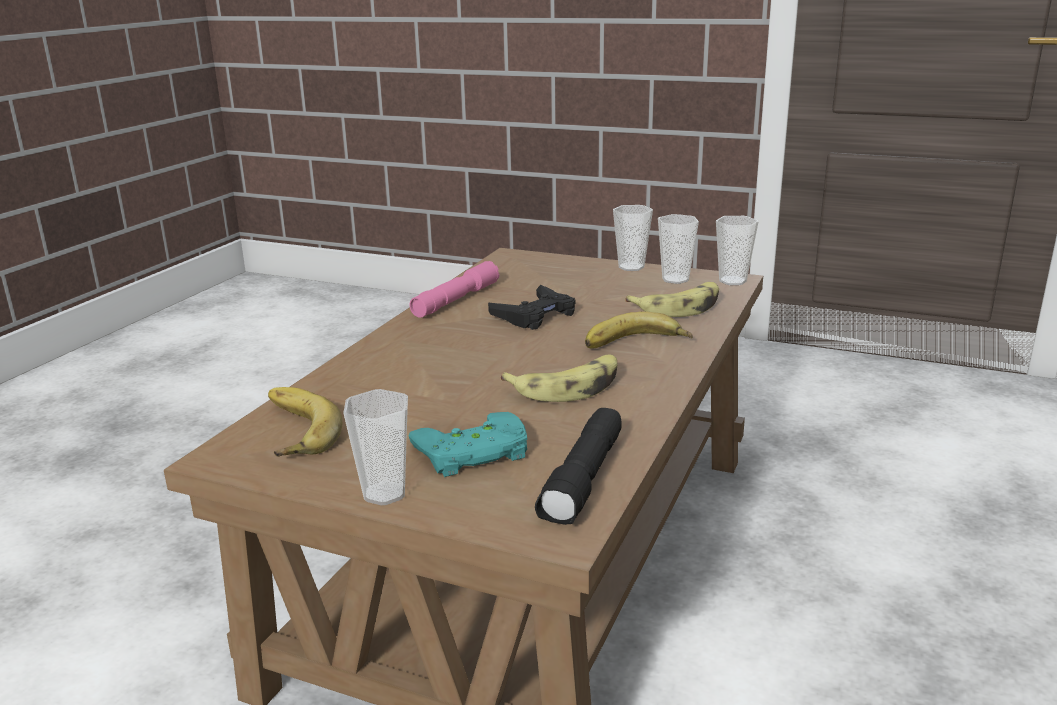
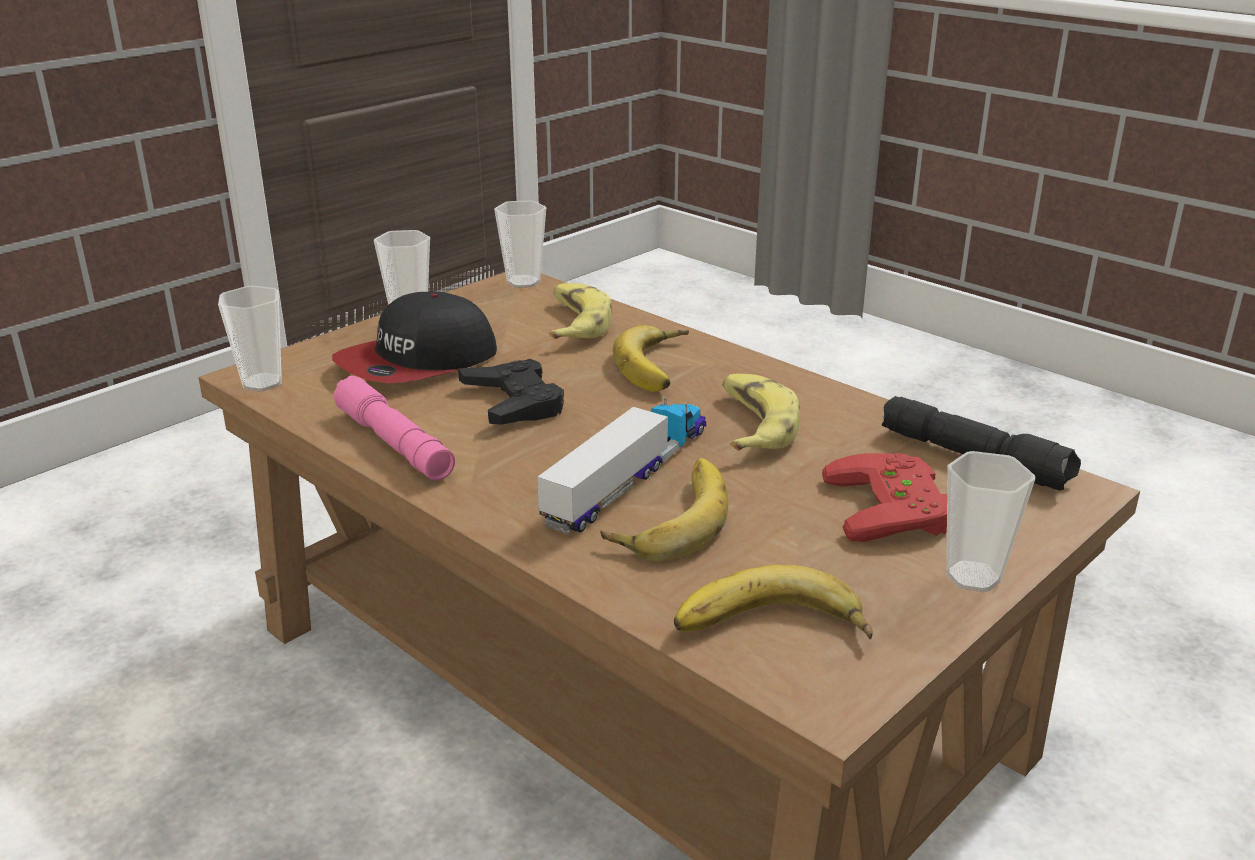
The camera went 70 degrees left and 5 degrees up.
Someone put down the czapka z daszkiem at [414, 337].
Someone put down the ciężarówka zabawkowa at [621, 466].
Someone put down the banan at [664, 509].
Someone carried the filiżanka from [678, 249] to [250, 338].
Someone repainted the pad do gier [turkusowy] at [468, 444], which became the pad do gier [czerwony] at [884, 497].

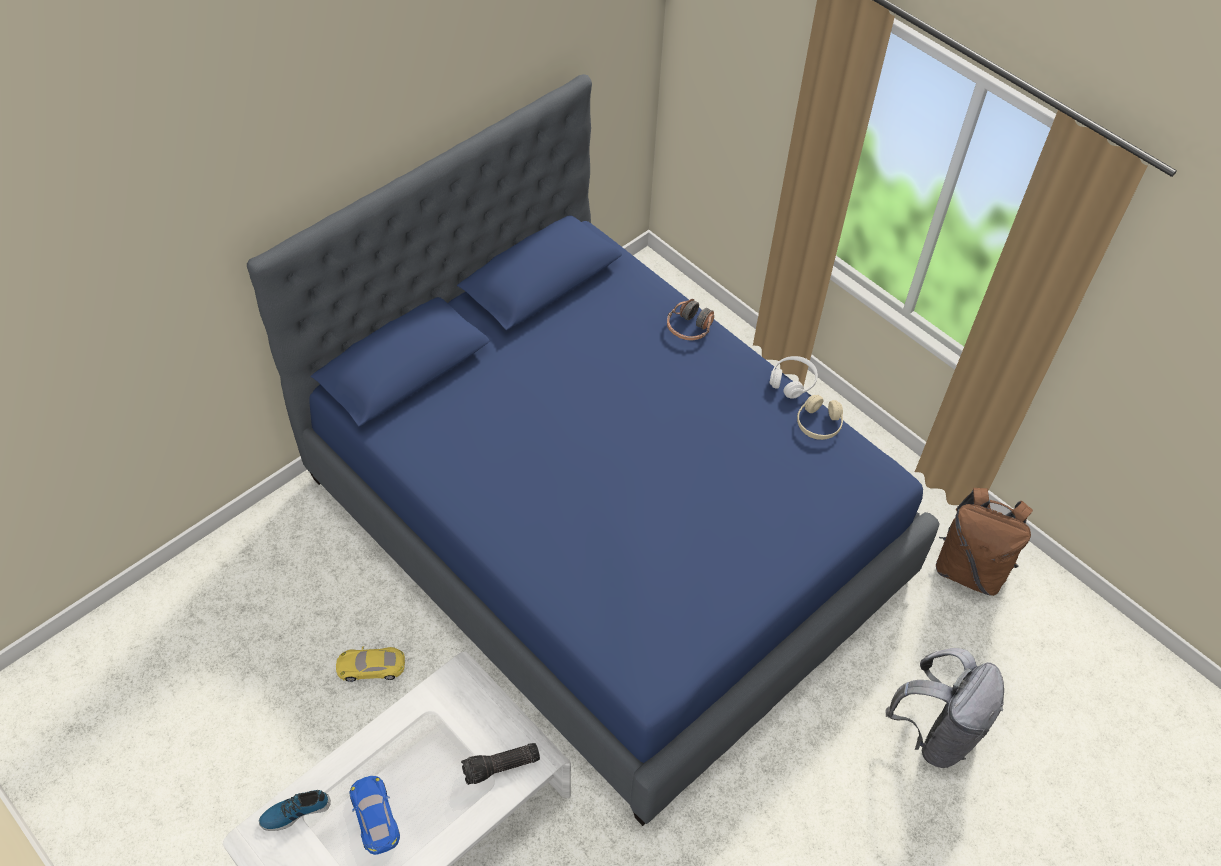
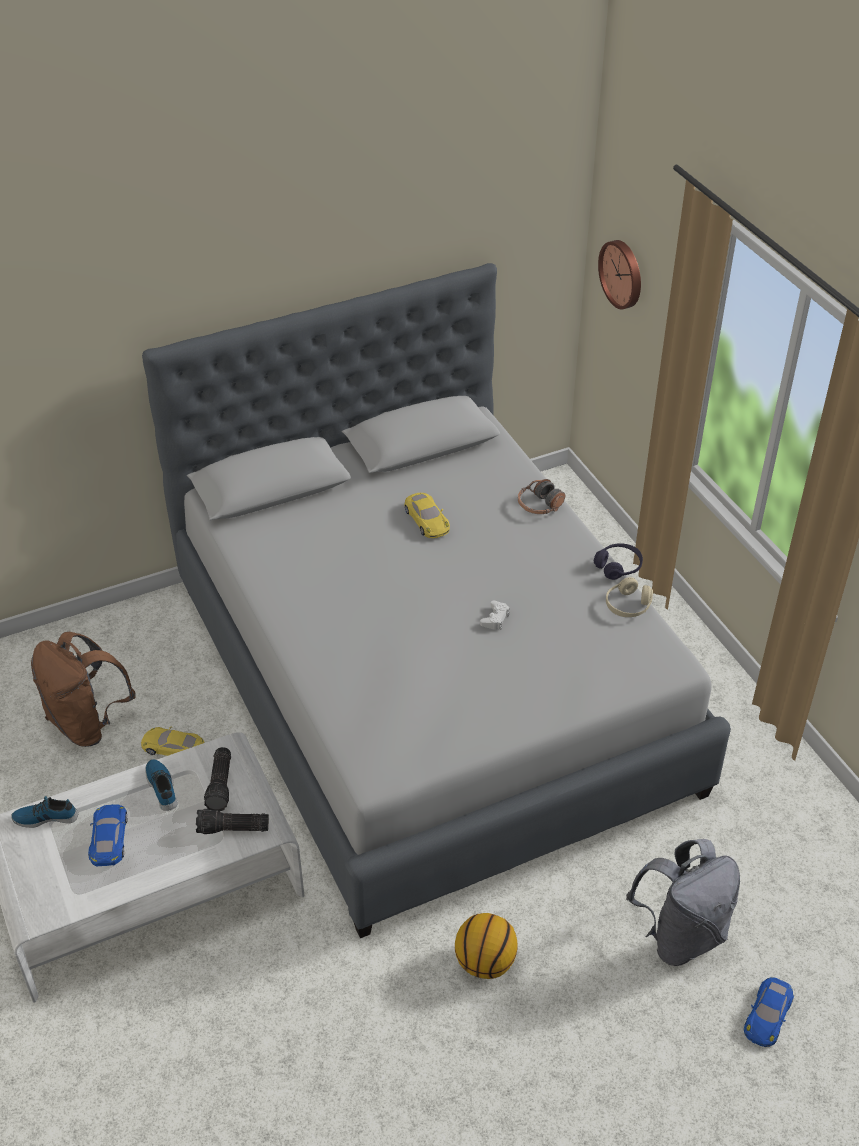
The camera went 20 degrees right and 10 degrees down.
Someone put down the but at [161, 785].
Someone put down the latarka at [217, 779].
Someone put down the samochodzik [żółty] at [427, 515].
Someone put down the piłka do koszykówki at [486, 946].
Someone put down the pad do gier [biały] at [495, 615].
Someone put up the zegar ścienny at [619, 274].
Someone put down the samochodzik [niebieski] at [768, 1012].
Someone carried the plecak [brązowy] from [984, 542] to [83, 689].
Someone repainted the łóżko [niebieski] at [593, 450], which became the łóżko [szary] at [436, 600].
Someone repainted the słuchawki [biały] at [794, 377], which became the słuchawki [fioletowy] at [618, 561].

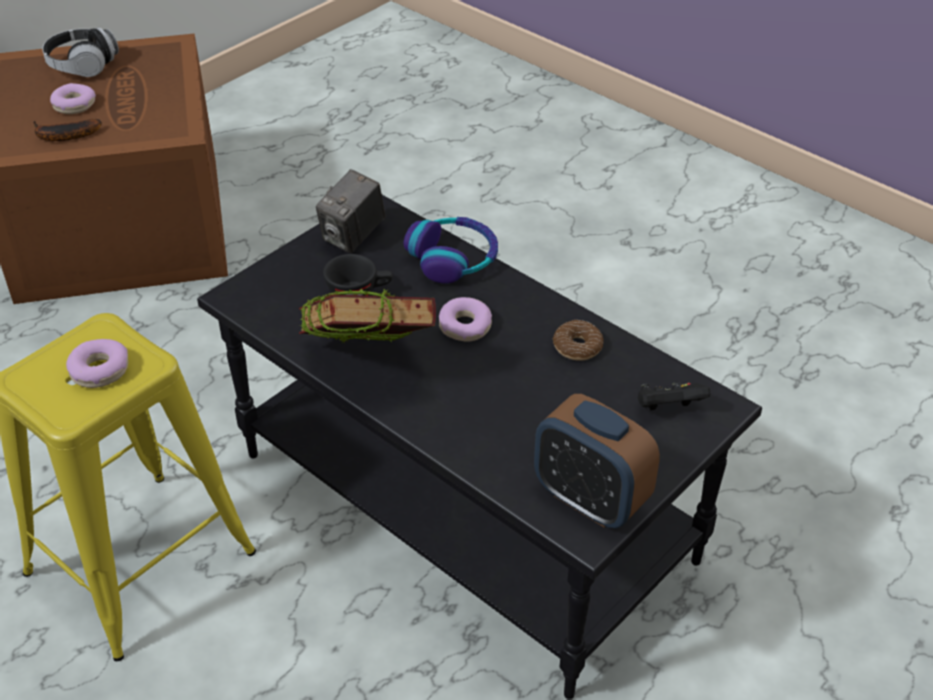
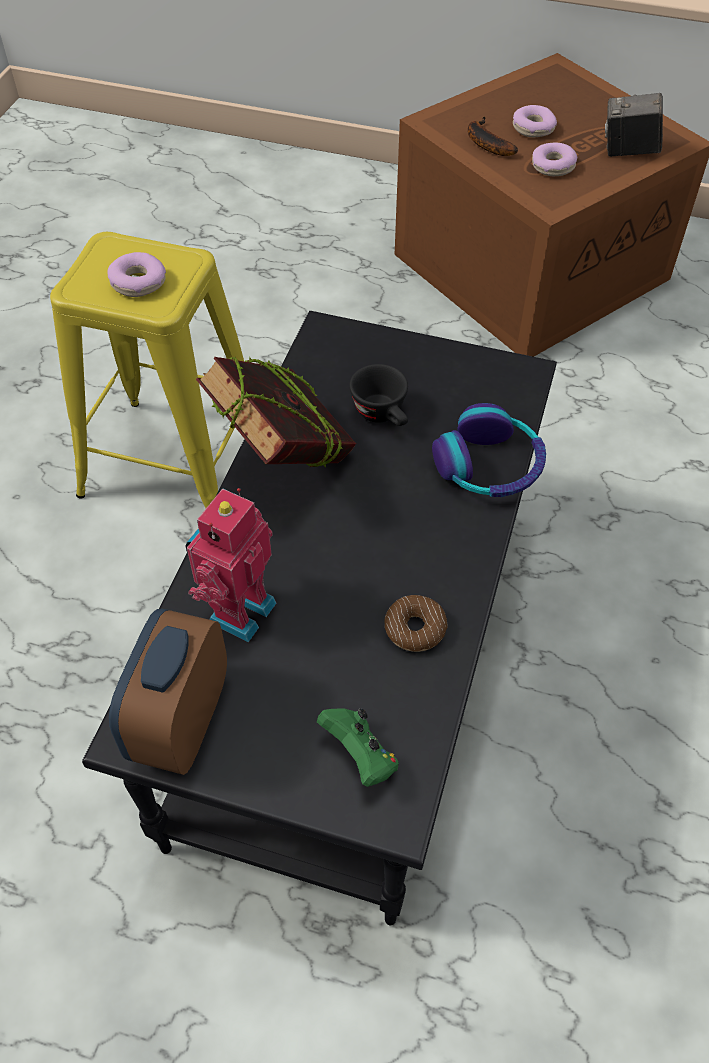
The camera went 65 degrees right and 10 degrees up.
Someone took away the słuchawki at [80, 52].
Someone put down the robot zabawkowy at [230, 565].
Someone carried the aparat fotograficzny from [350, 211] to [634, 125].
Someone carried the donut from [465, 319] to [554, 159].
Someone repainted the pad do gier [czarny] at [674, 396], which became the pad do gier [zielony] at [358, 747].

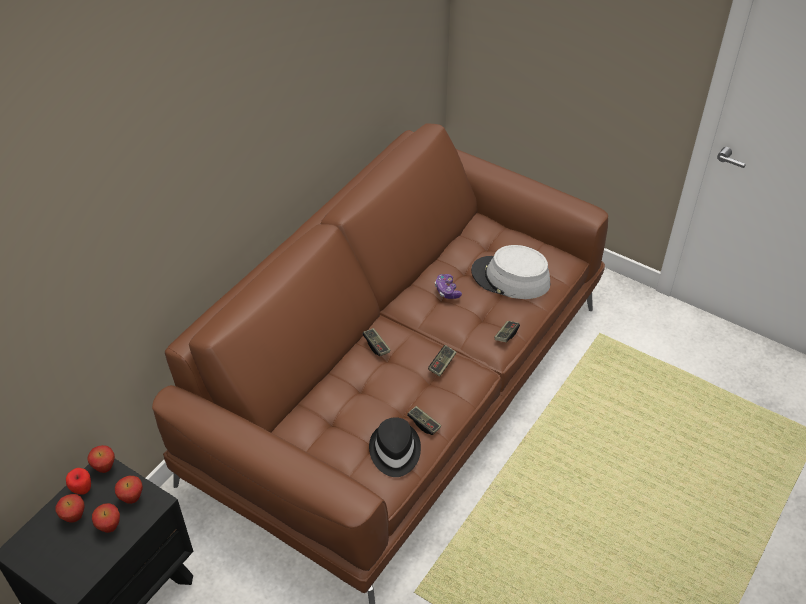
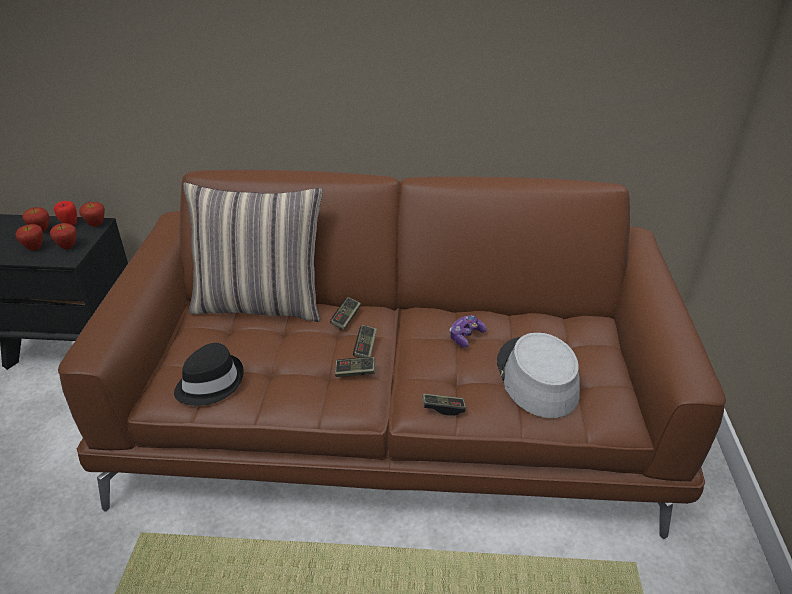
The camera went 60 degrees right and 10 degrees down.
Someone put down the poduszka at [253, 252].
Someone carried the pad do gier from [424, 420] to [365, 341].

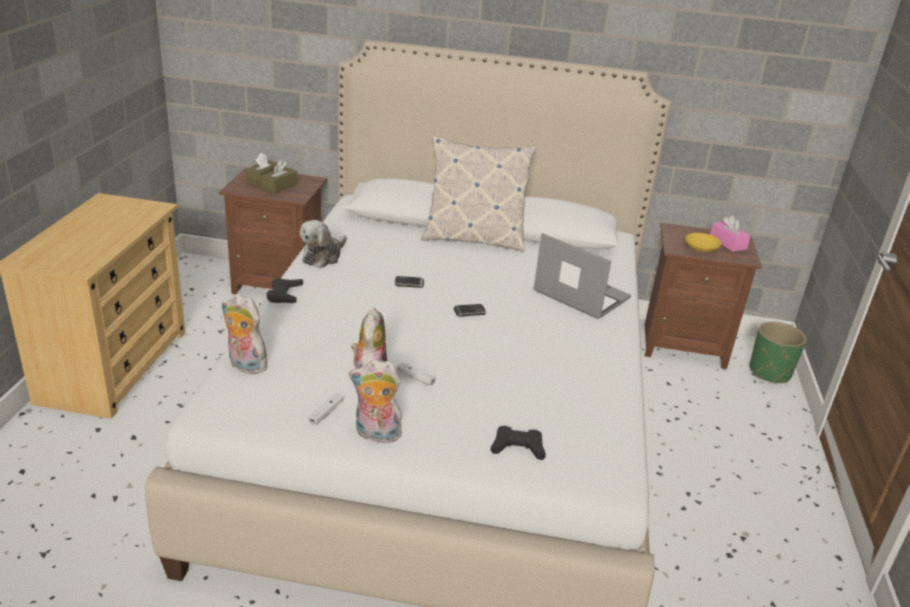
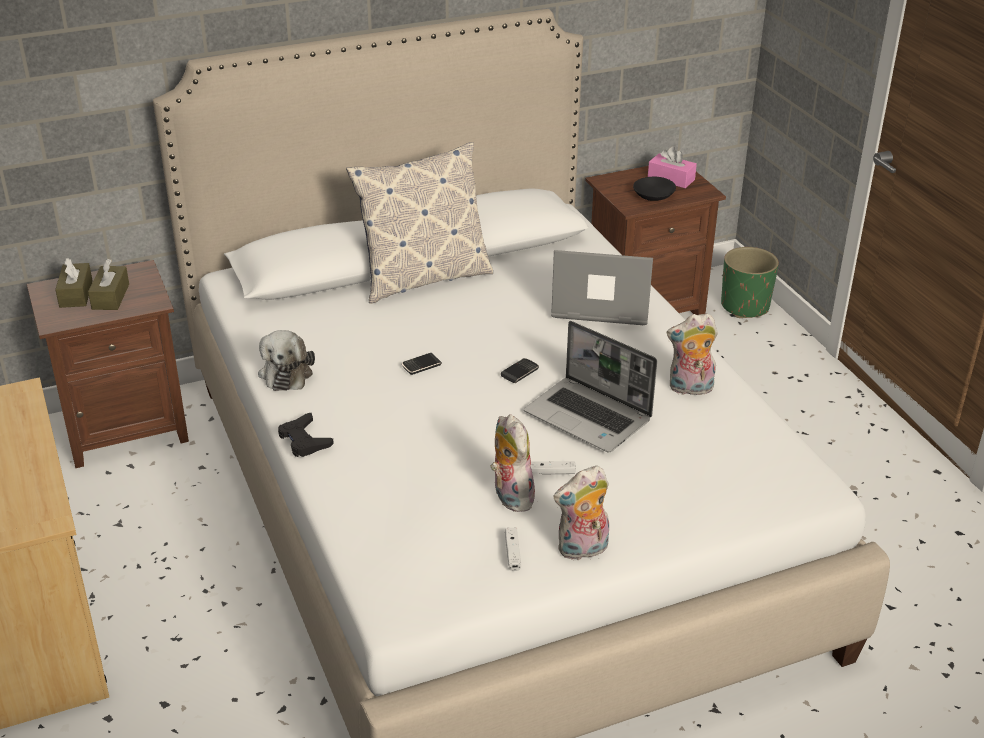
The camera went 30 degrees left and 5 degrees up.
Someone took away the pad do gier [czarny] at [518, 443].
Someone put down the laptop at [590, 386].
Someone carried the pluszak from [247, 334] to [692, 354].
Someone repainted the miska [żółty] at [703, 242], which became the miska [czarny] at [654, 189].

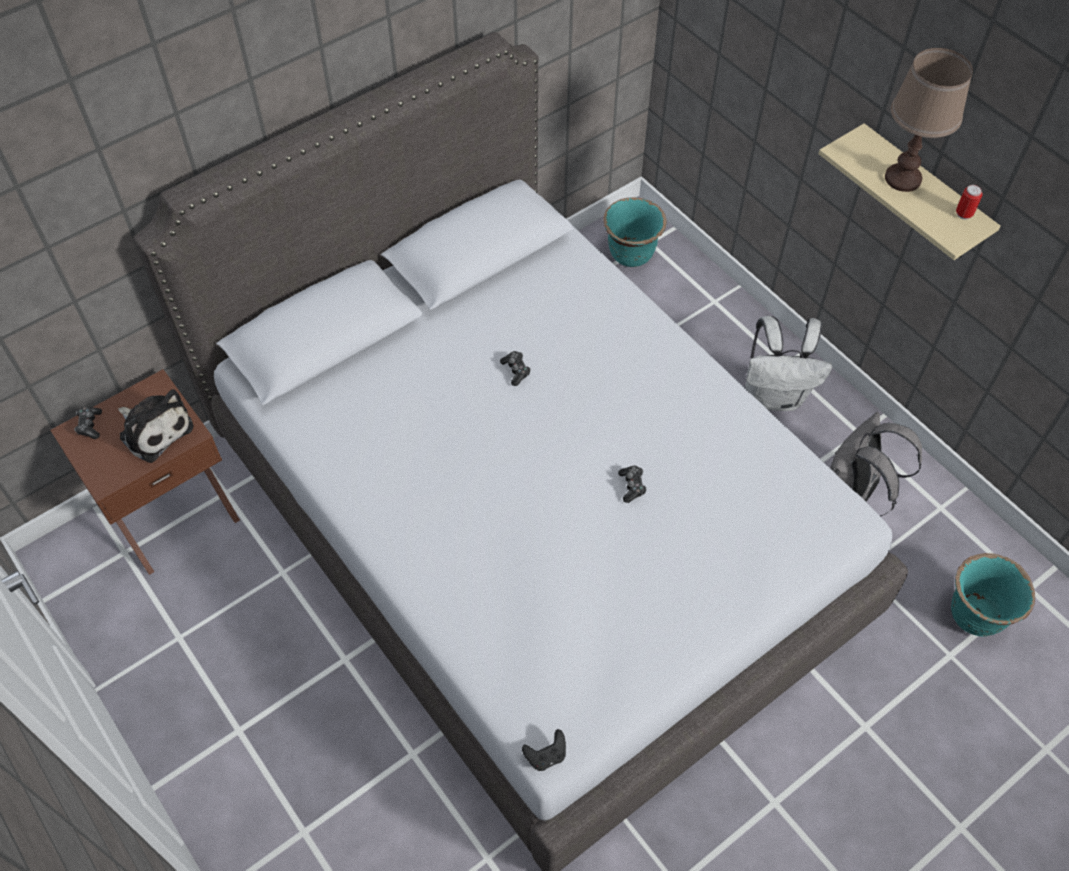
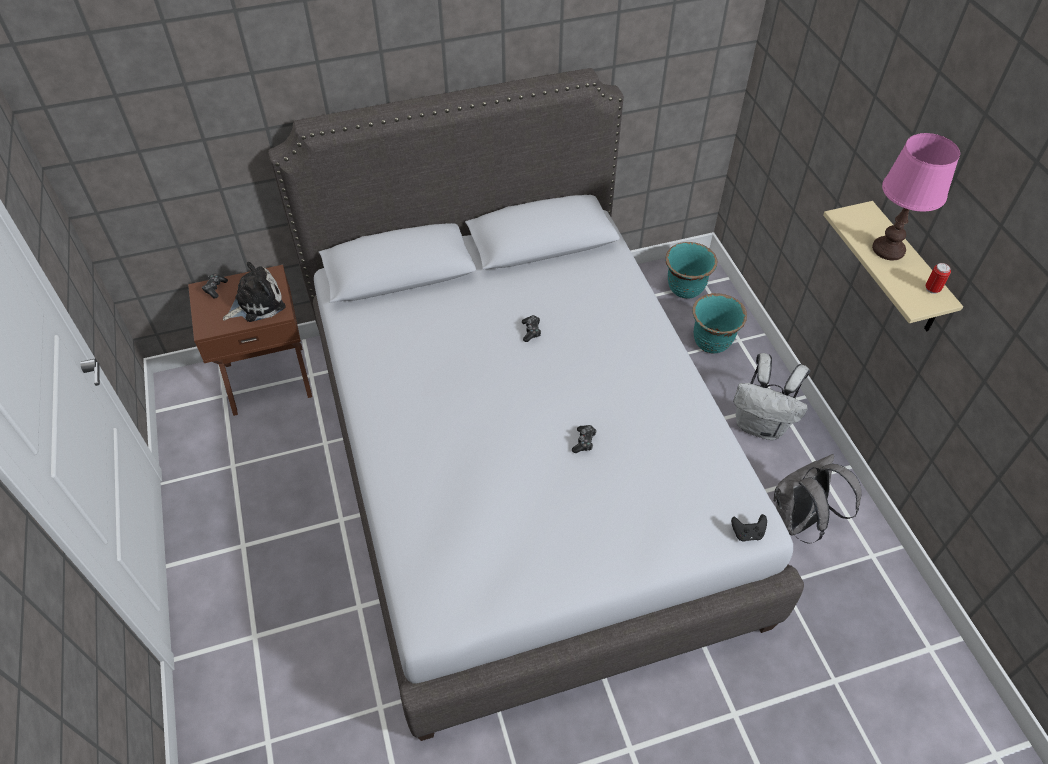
The camera went 20 degrees right and 5 degrees down.
Someone carried the pad do gier [czarny] from [544, 750] to [749, 528].
Someone carried the donica [turkusowy] from [993, 594] to [719, 323].
Someone repainted the lampa stołowa [brązowy] at [929, 120], which became the lampa stołowa [różowy] at [916, 197].
Someone rotated the pluszak at [155, 426] by 90 degrees counterclockwise.

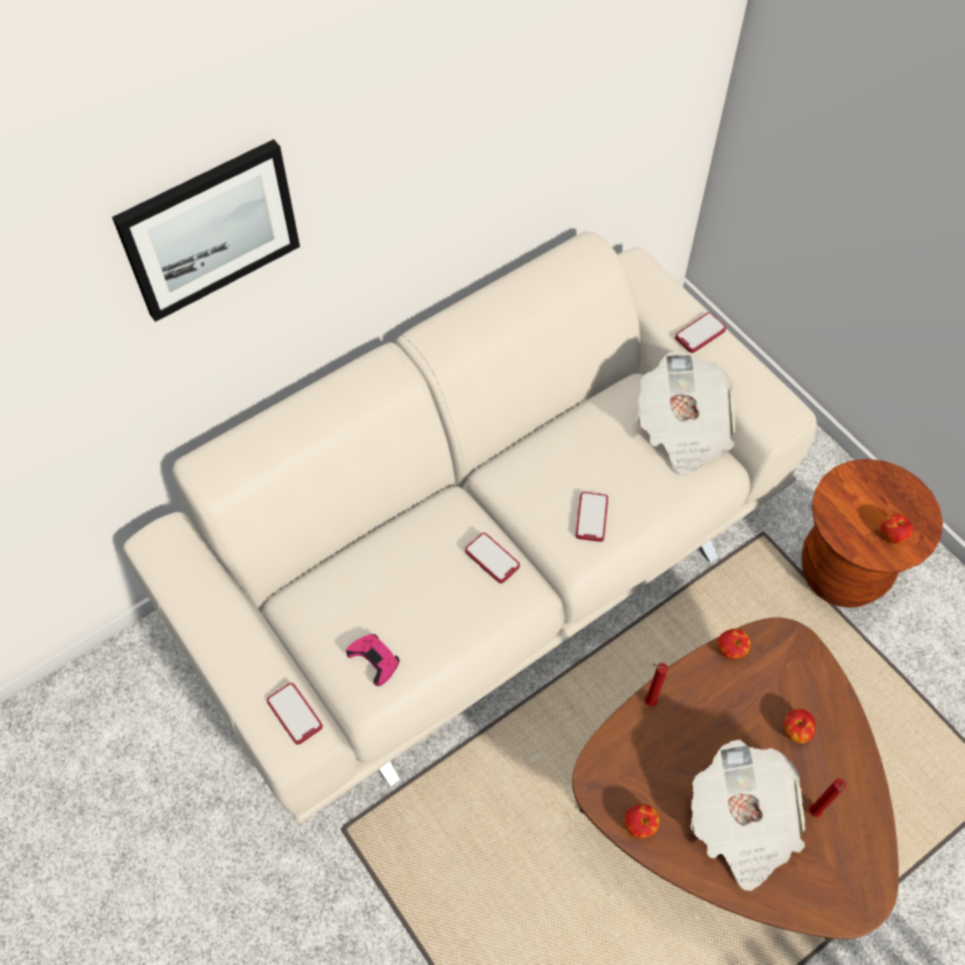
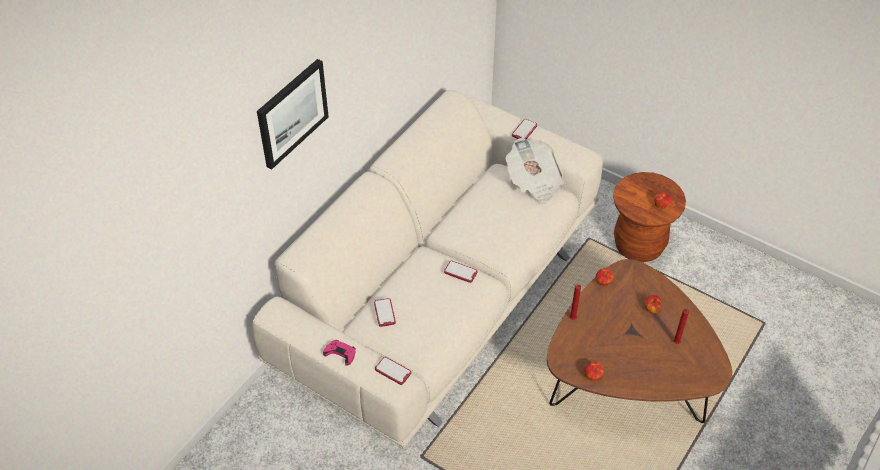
The camera went 20 degrees left and 10 degrees down.
Someone took away the gazeta at [747, 815].
Someone carried the pad do gier [różowy] from [373, 660] to [339, 353].
Someone carried the telefon from [592, 517] to [385, 312].

